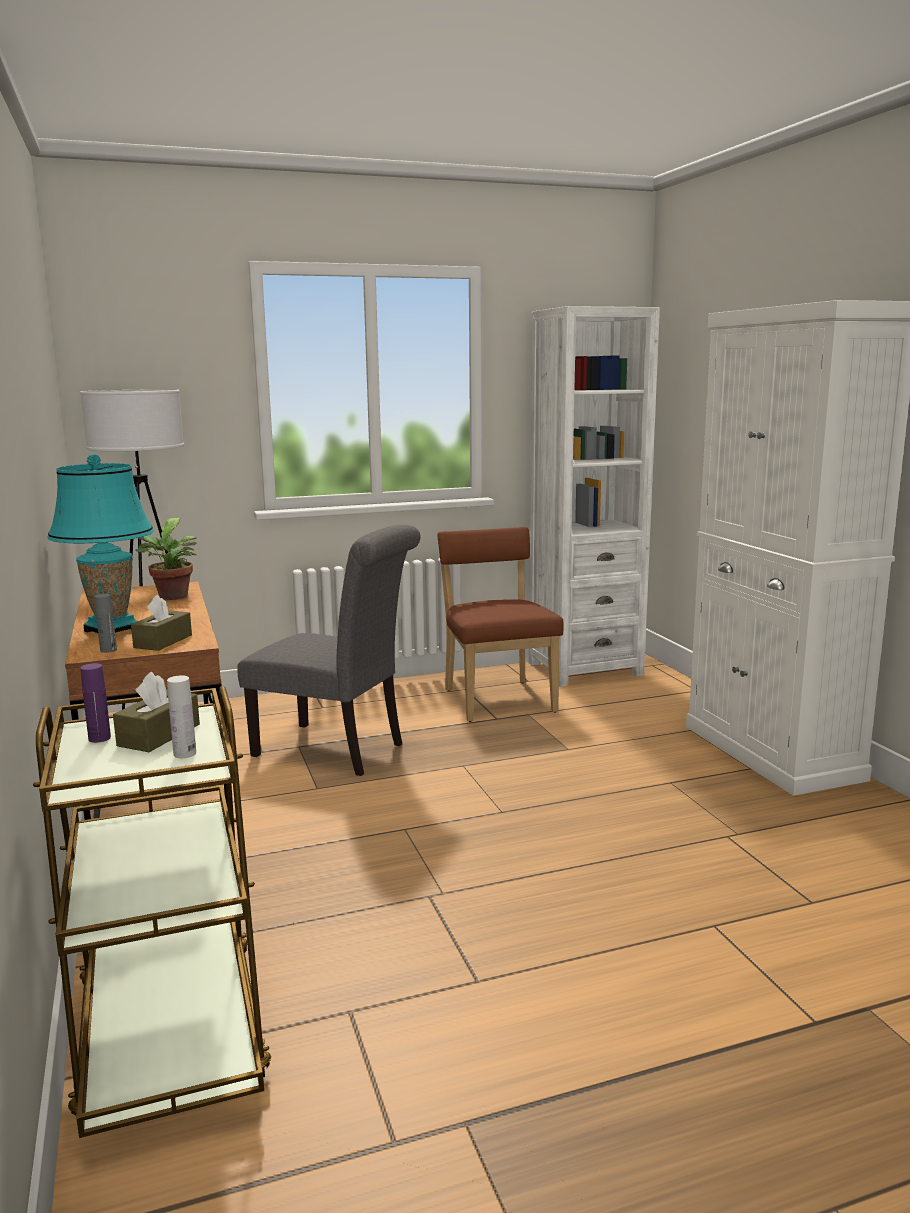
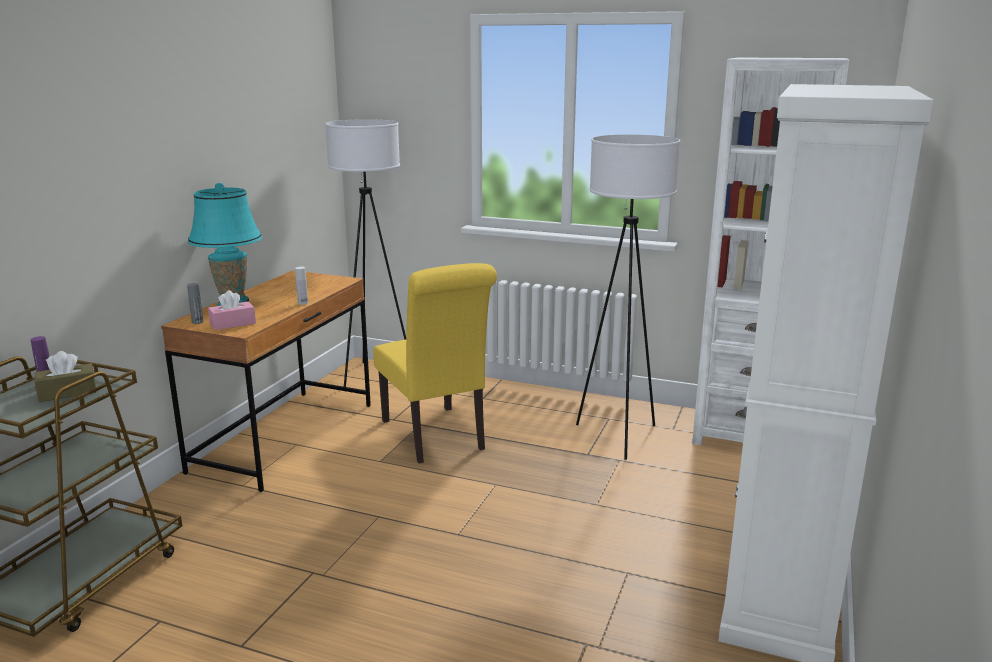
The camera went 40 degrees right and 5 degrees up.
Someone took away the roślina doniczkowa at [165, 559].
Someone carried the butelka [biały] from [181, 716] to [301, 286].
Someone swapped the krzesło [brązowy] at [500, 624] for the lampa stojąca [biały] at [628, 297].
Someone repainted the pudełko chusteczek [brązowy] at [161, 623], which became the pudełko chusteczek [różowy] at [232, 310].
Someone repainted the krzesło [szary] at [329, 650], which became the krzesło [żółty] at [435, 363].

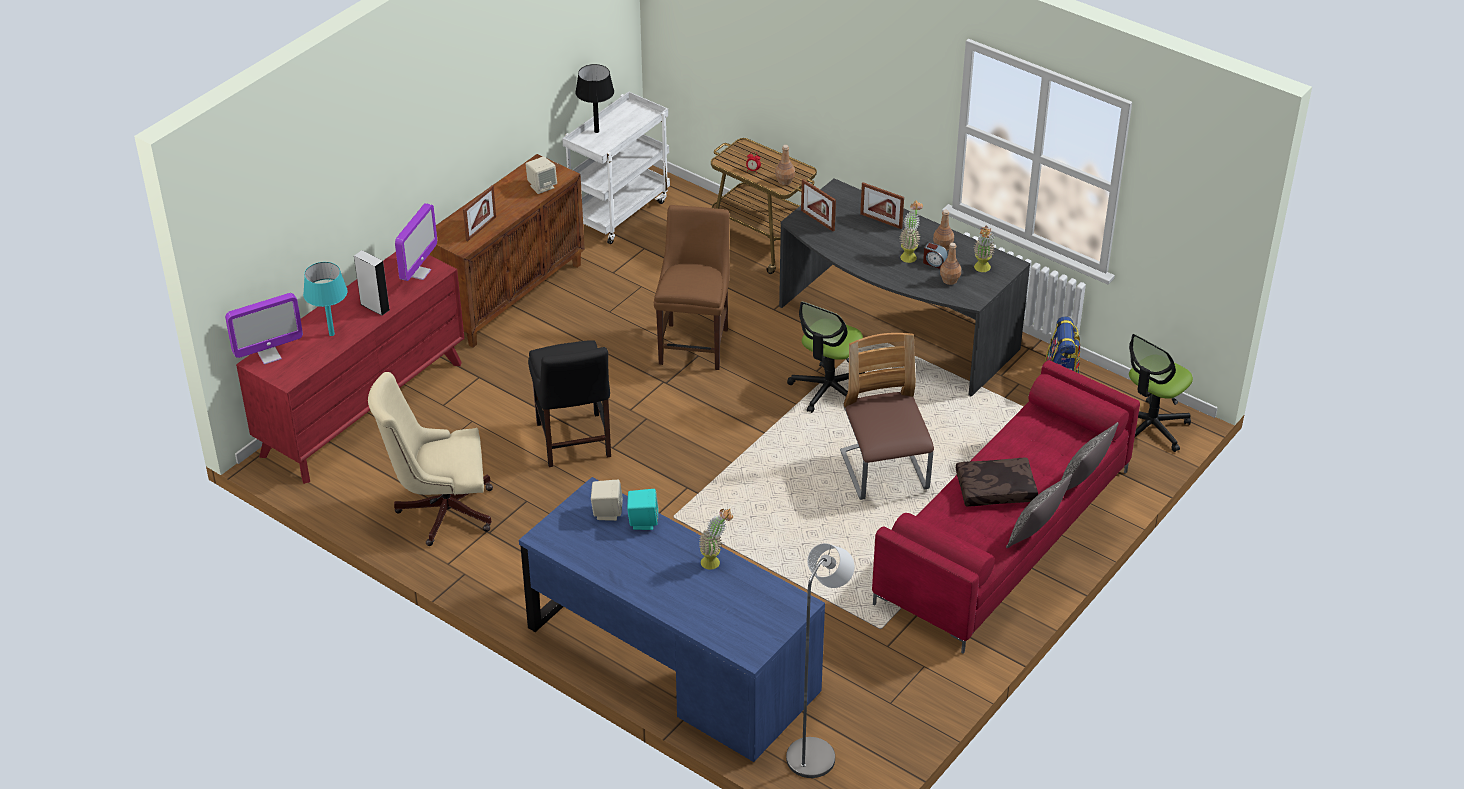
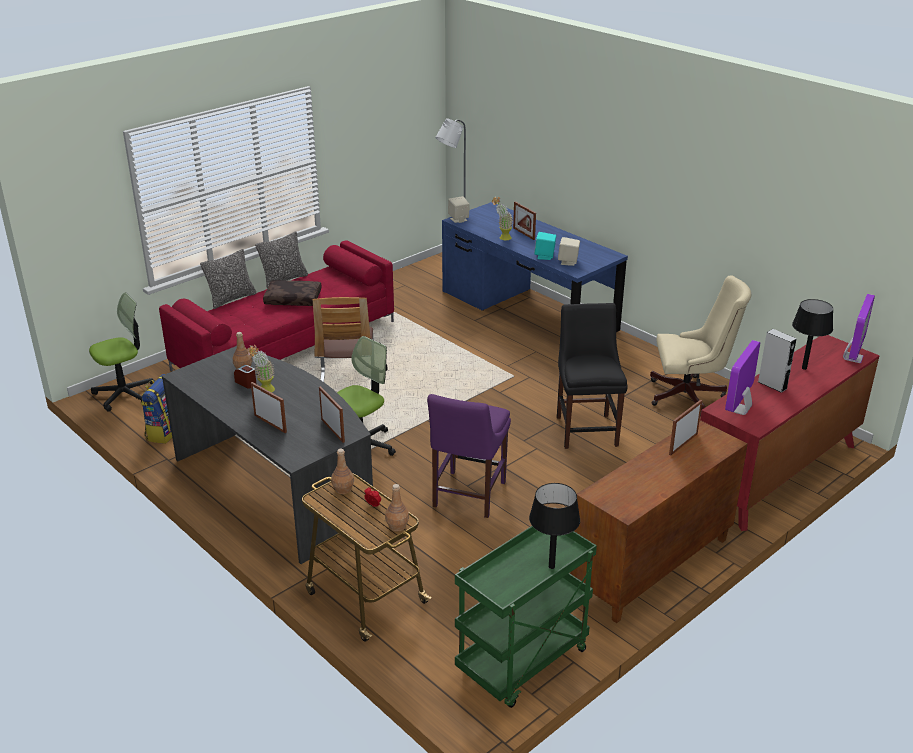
The camera went 170 degrees left and 10 degrees down.
Someone took away the roślina doniczkowa at [983, 249].
Someone put down the ramka na zdjęcie at [524, 221].
Someone carried the głośnik [beżowy] from [541, 175] to [459, 209].
Someone carried the butelka [brązowy] from [943, 230] to [397, 508].
Someone repainted the lampa stołowa [turkusowy] at [325, 299], which became the lampa stołowa [czarny] at [812, 334].
Someone repainted the wózek [biały] at [616, 167], which became the wózek [zielony] at [526, 617].
Someone repainted the krzesło [brązowy] at [692, 287], which became the krzesło [fioletowy] at [469, 456].
Someone rotated the monitor at [264, 329] by 135 degrees clockwise.

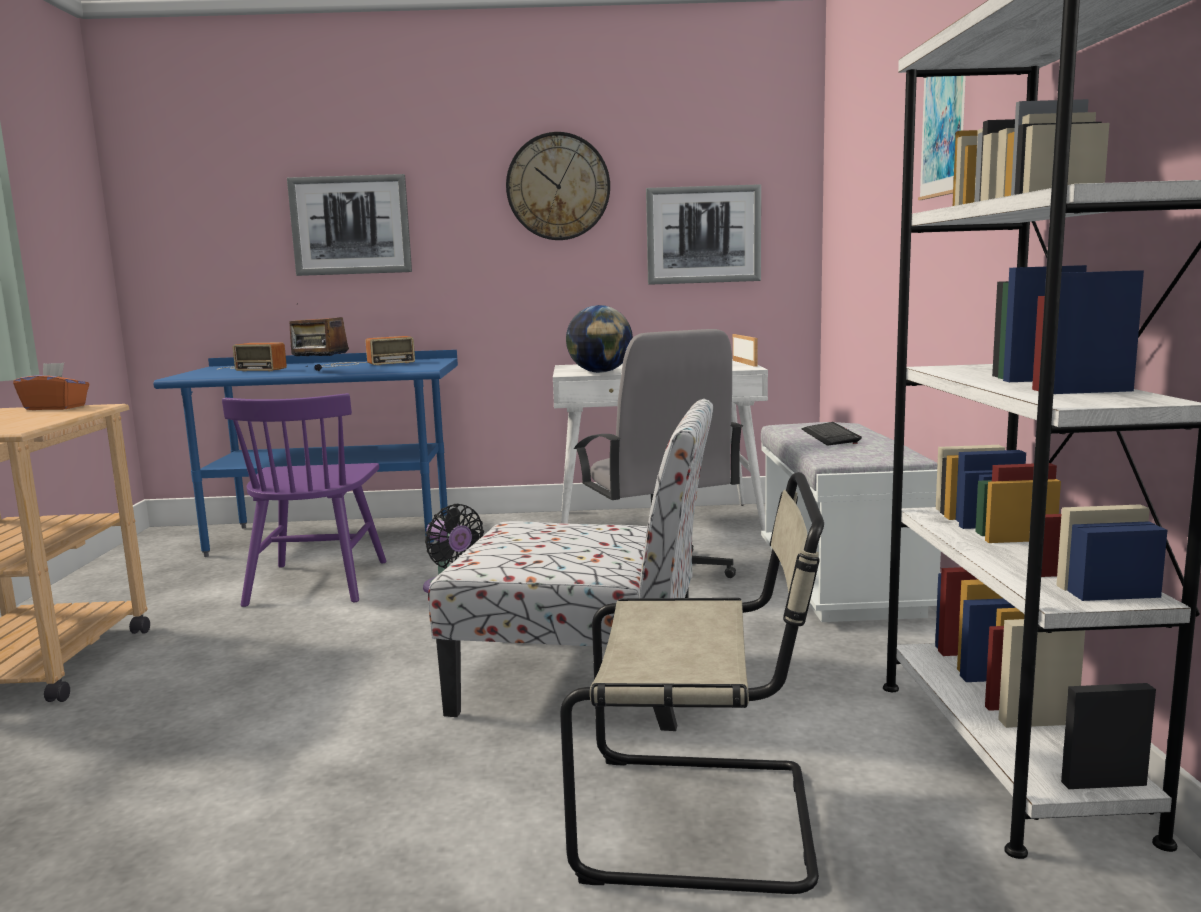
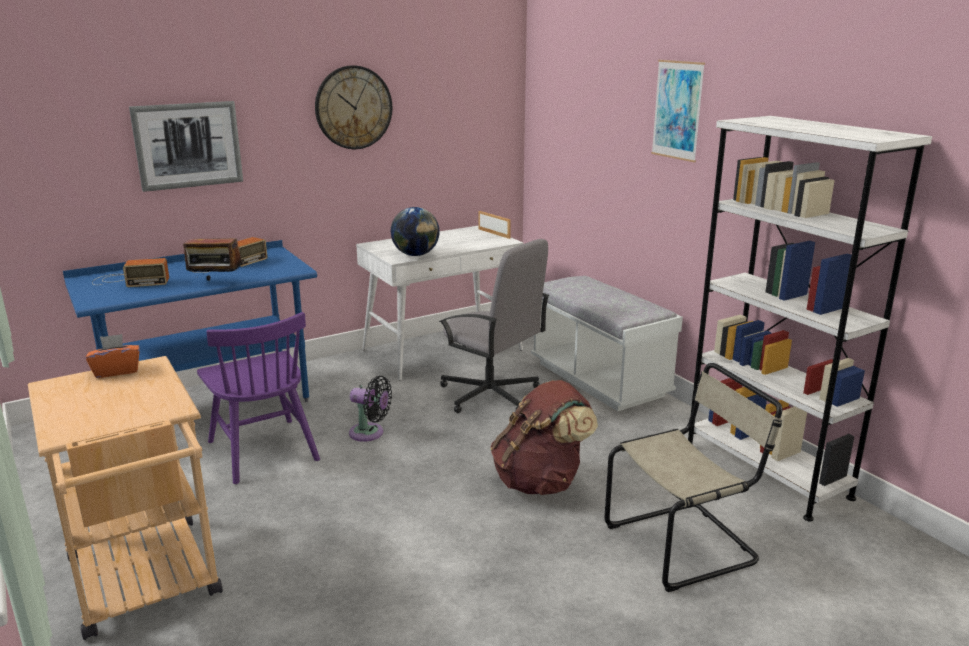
The camera went 30 degrees left and 10 degrees up.
Someone took away the obraz at [703, 234].
Someone took away the klawiatura at [831, 434].
Someone swapped the krzesło at [570, 565] for the plecak [brązowy] at [544, 437].

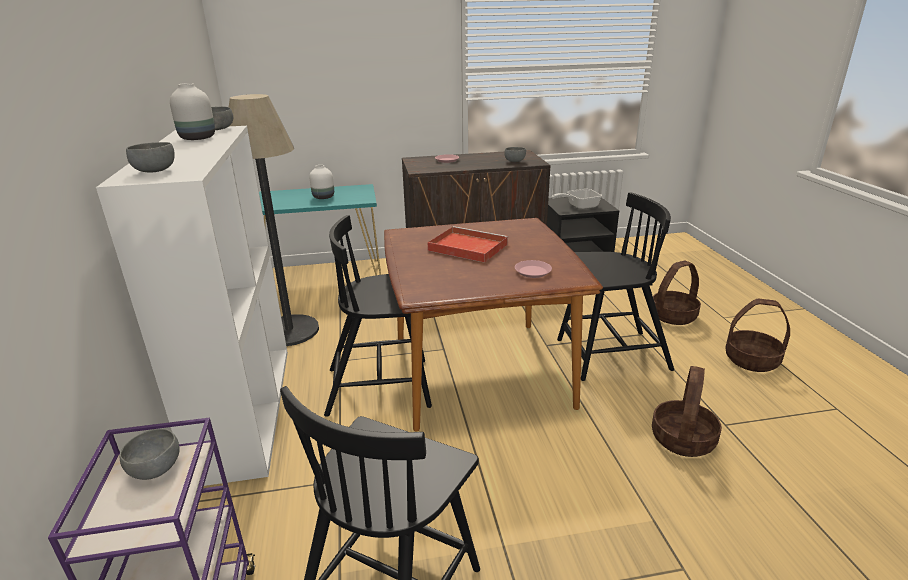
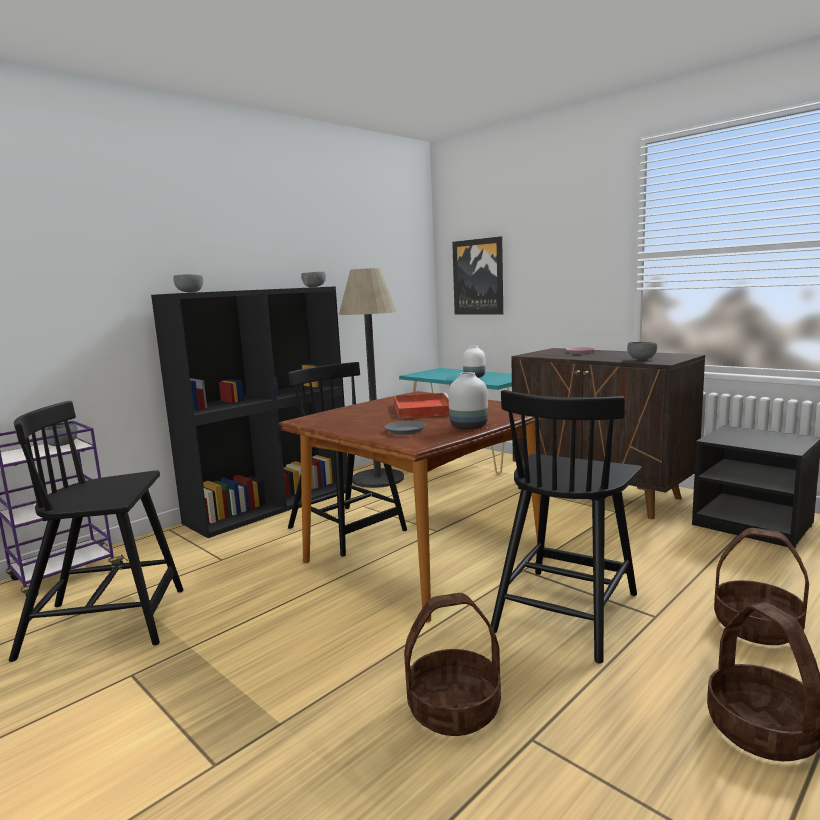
The camera went 55 degrees right and 15 degrees down.
Someone took away the patelnia at [576, 199].
Someone put up the obraz at [477, 275].
Someone carried the wazon [biały] from [192, 111] to [468, 401].
Someone repainted the regał [biały] at [192, 306], which became the regał [czarny] at [249, 412].
Someone repainted the talerz [różowy] at [533, 269], which became the talerz [szary] at [405, 428].
Someone rotated the krzesło [czarny] at [615, 286] by 75 degrees clockwise.

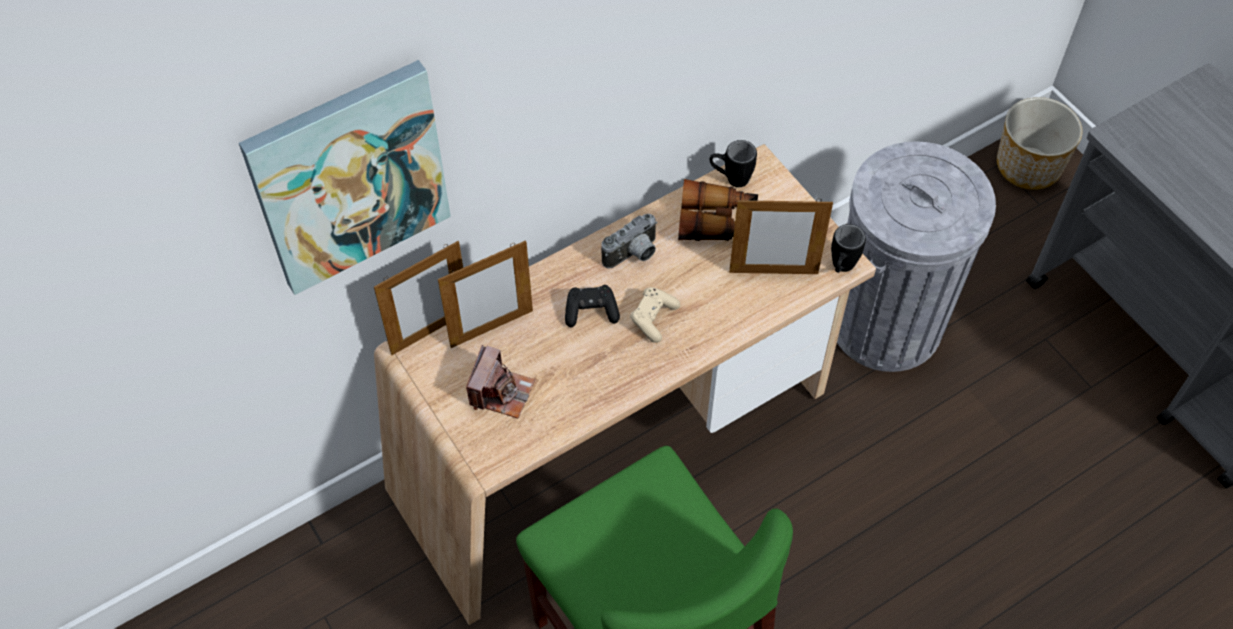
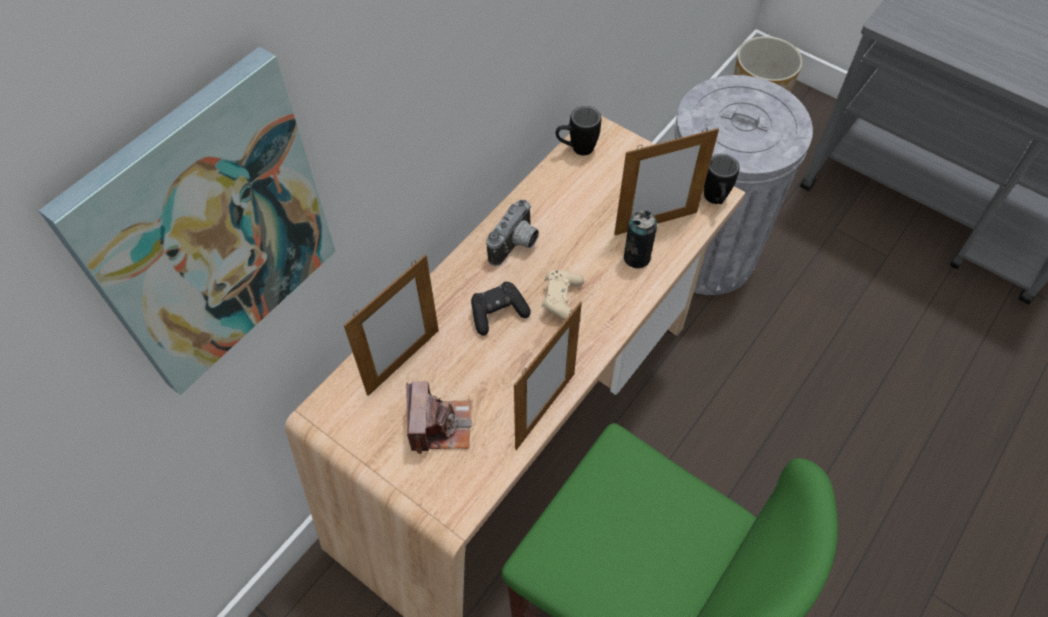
The camera went 20 degrees left and 0 degrees up.
Someone took away the lornetka at [718, 210].
Someone put down the puszka at [640, 239].
Someone carried the ramka na zdjęcie from [418, 298] to [548, 376].

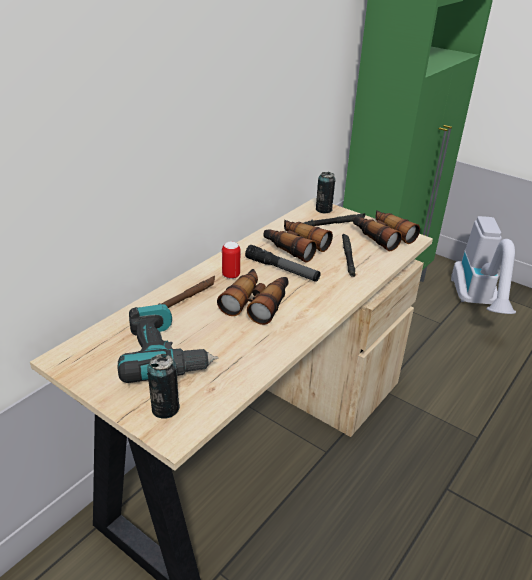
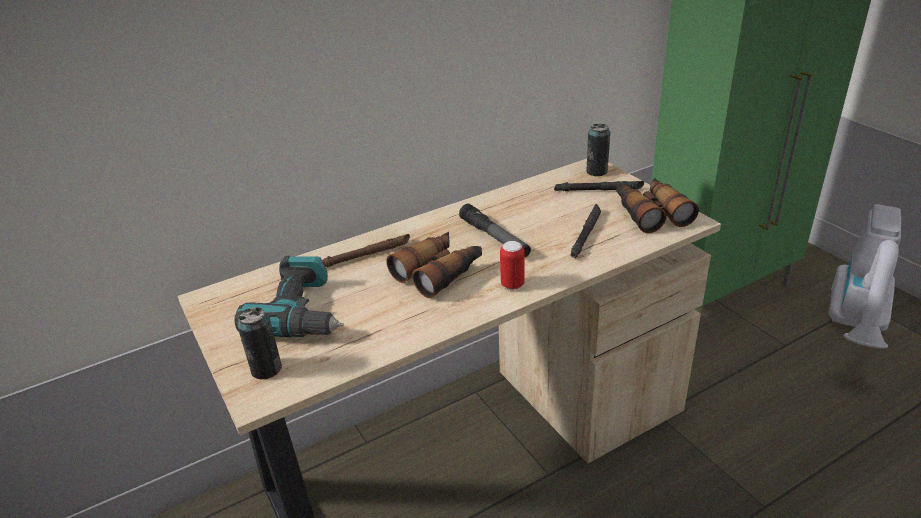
The camera went 25 degrees right and 0 degrees up.
Someone took away the lornetka at [298, 241].
Someone carried the puszka from [231, 260] to [512, 265].

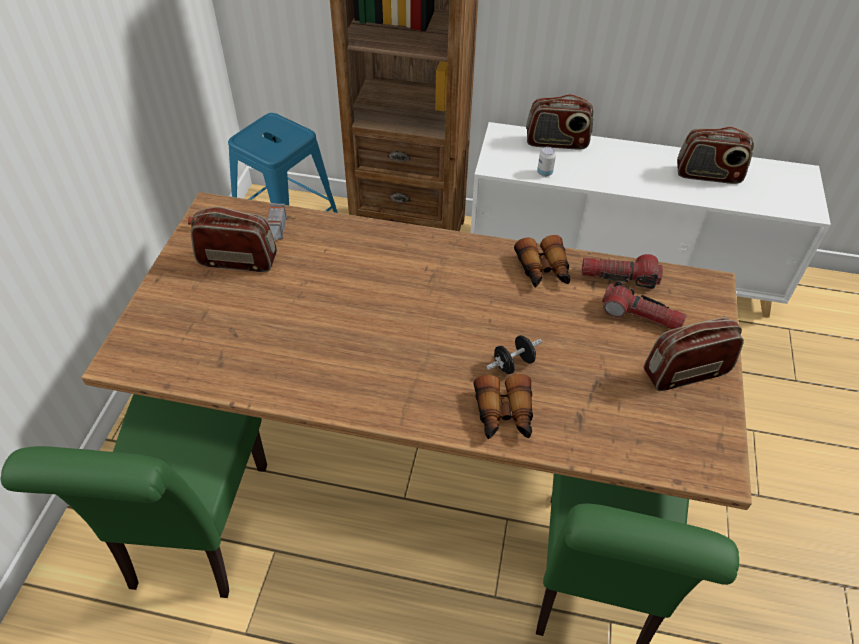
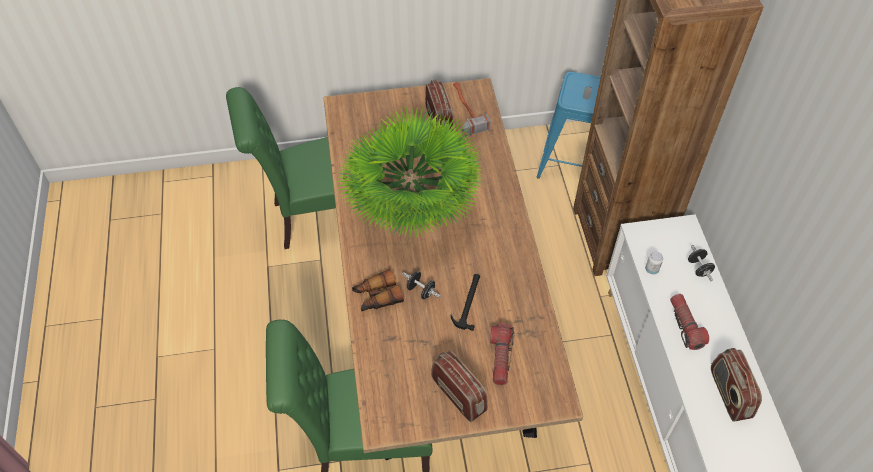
The camera went 70 degrees right and 5 degrees up.
Someone took away the lornetka at [542, 261].
Someone put down the roślina doniczkowa at [410, 171].
Someone put down the młotek at [465, 302].
Someone carried the latarka from [622, 271] to [689, 322].
Someone swapped the radio at [559, 121] for the hantel [czarny] at [701, 263].

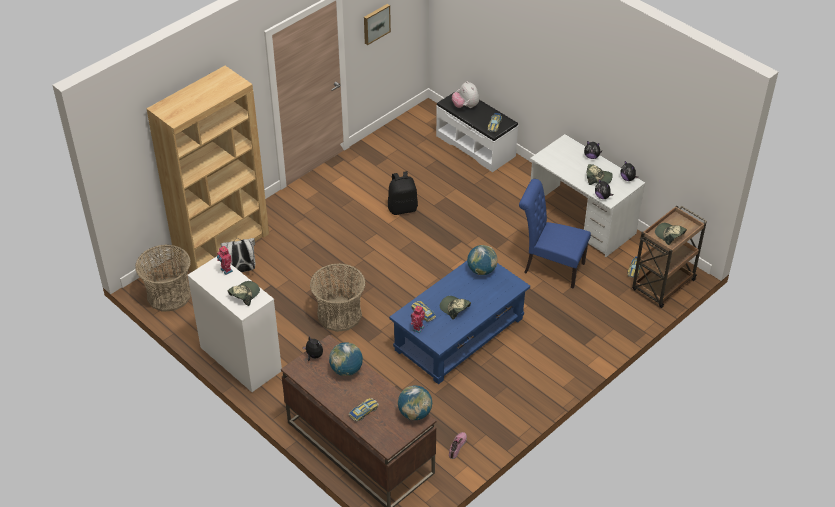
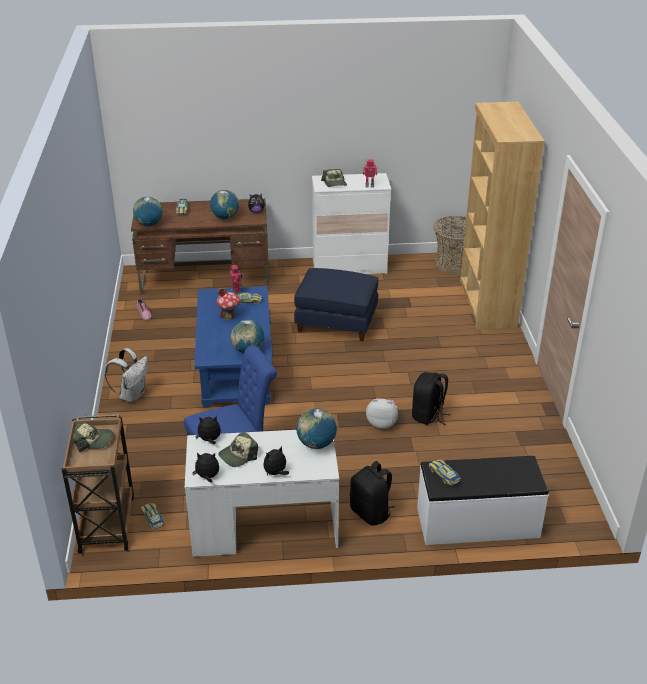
The camera went 130 degrees right and 10 degrees down.
Someone took away the obraz at [377, 24].
Someone put down the globus at [316, 428].
Someone put down the plecak [czarny] at [372, 493].
Someone carried the plecak [biały] from [238, 255] to [126, 375].
Someone carried the pluszak from [465, 94] to [382, 413].
Someone swapped the koszyk at [338, 298] for the pufa [niebieski] at [336, 304].
Someone swapped the czapka z daszkiem at [455, 308] for the domek at [228, 304].

